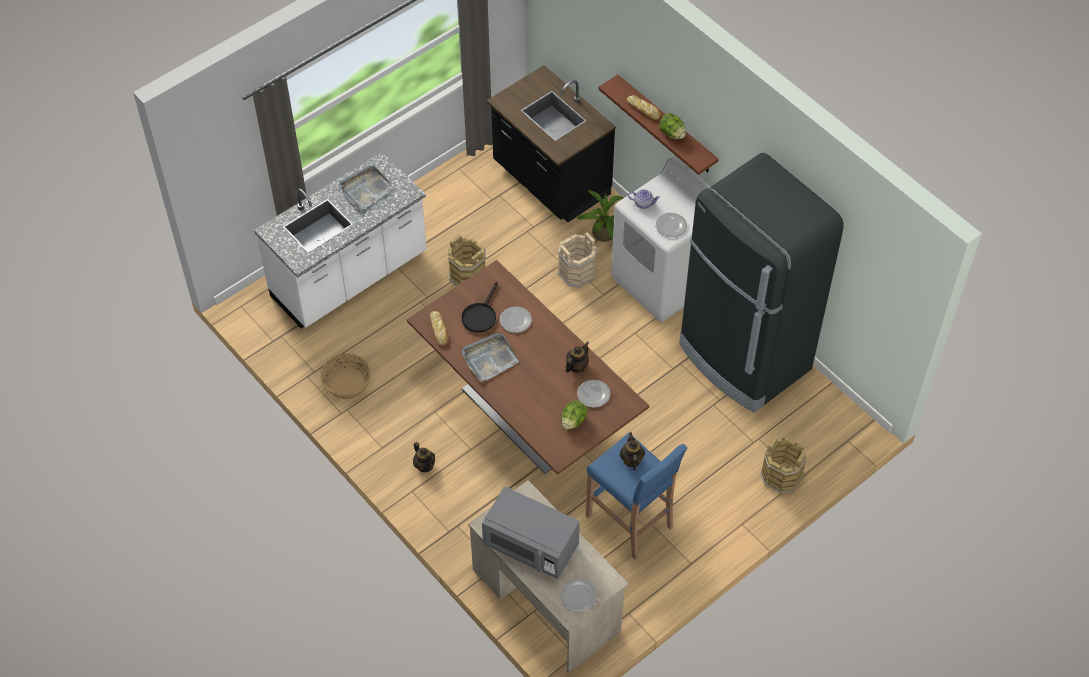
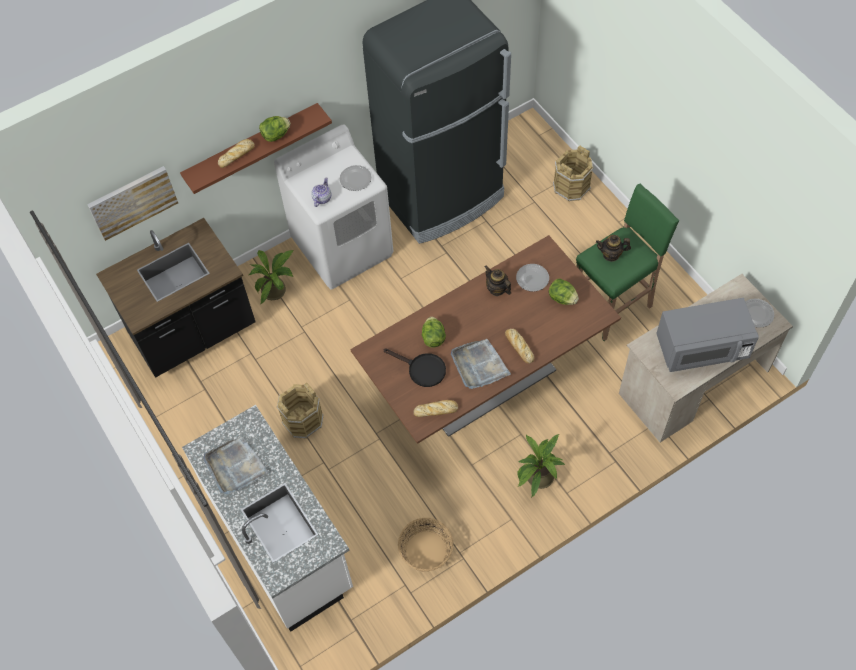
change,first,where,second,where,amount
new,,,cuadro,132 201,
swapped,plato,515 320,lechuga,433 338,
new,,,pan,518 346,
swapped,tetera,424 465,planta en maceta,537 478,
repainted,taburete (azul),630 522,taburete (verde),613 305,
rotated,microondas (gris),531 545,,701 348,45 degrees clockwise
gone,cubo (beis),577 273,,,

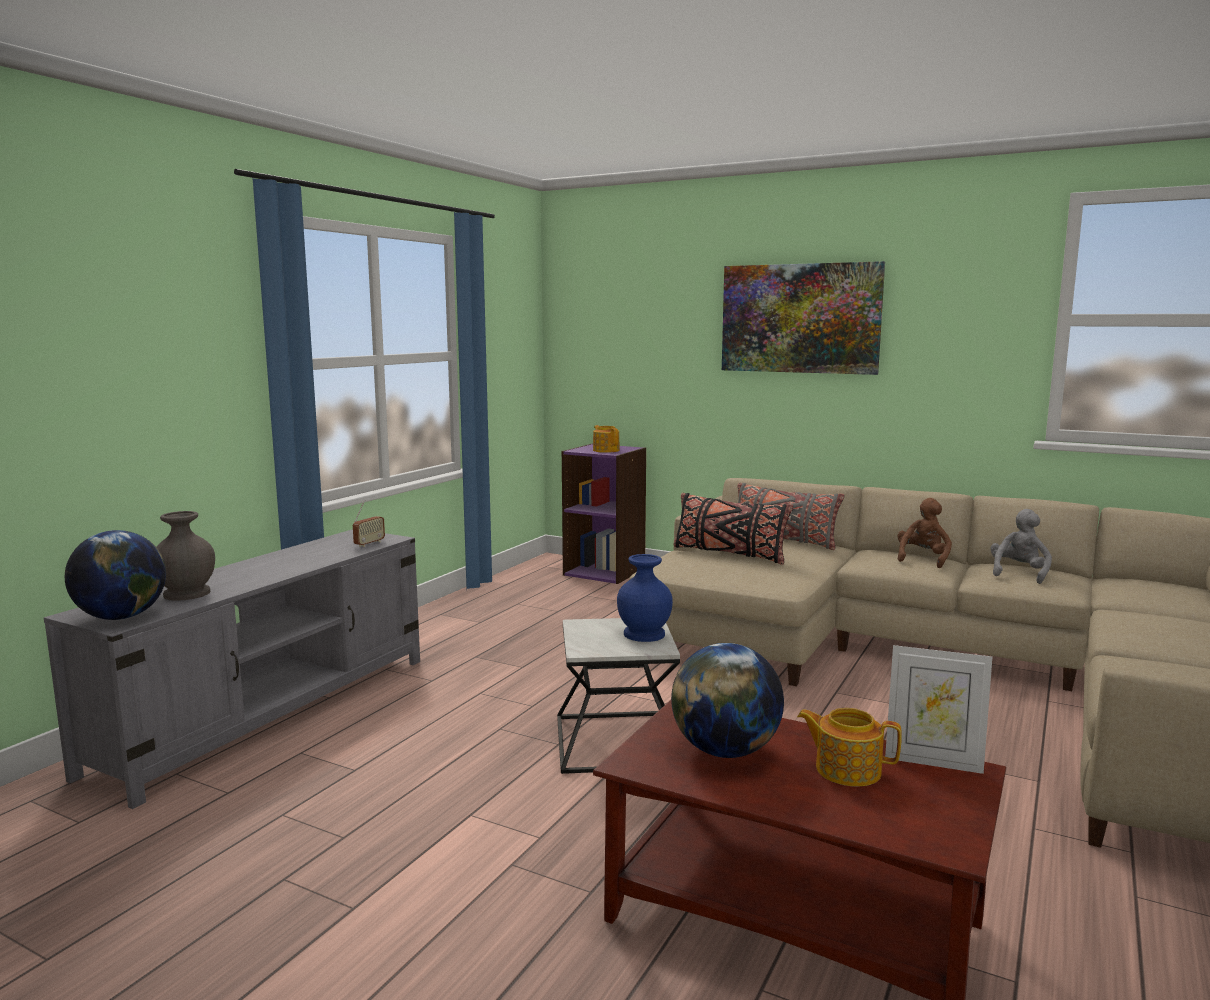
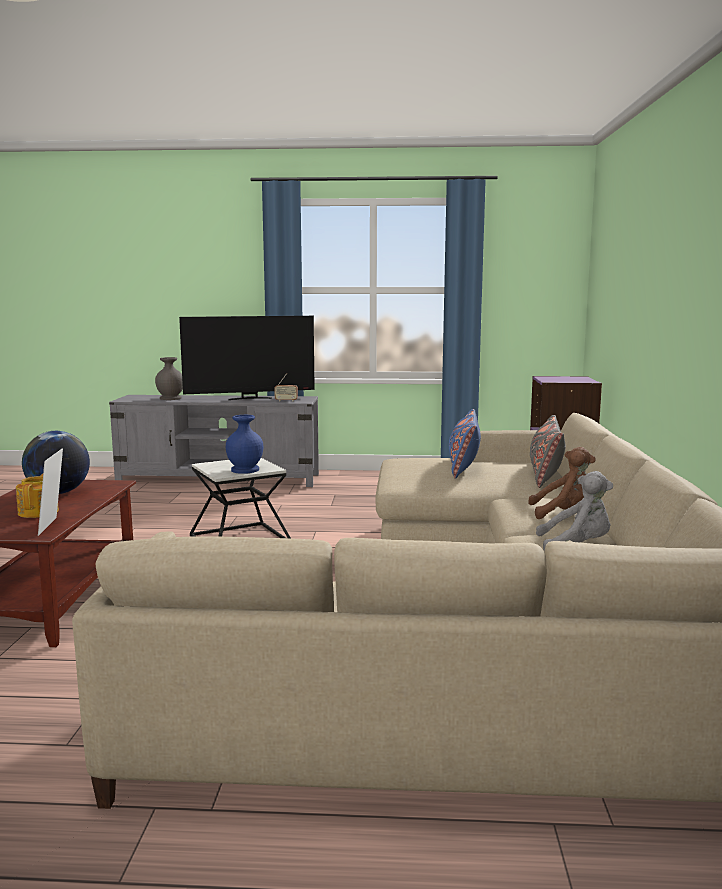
change,first,where,second,where,amount
new,,,televisor,250 398,
repainted,cojín (negro),729 554,cojín (azul),463 465,
gone,globo terráqueo,121 617,,,
gone,tetera,606 450,,,
gone,cuadro,800 318,,,

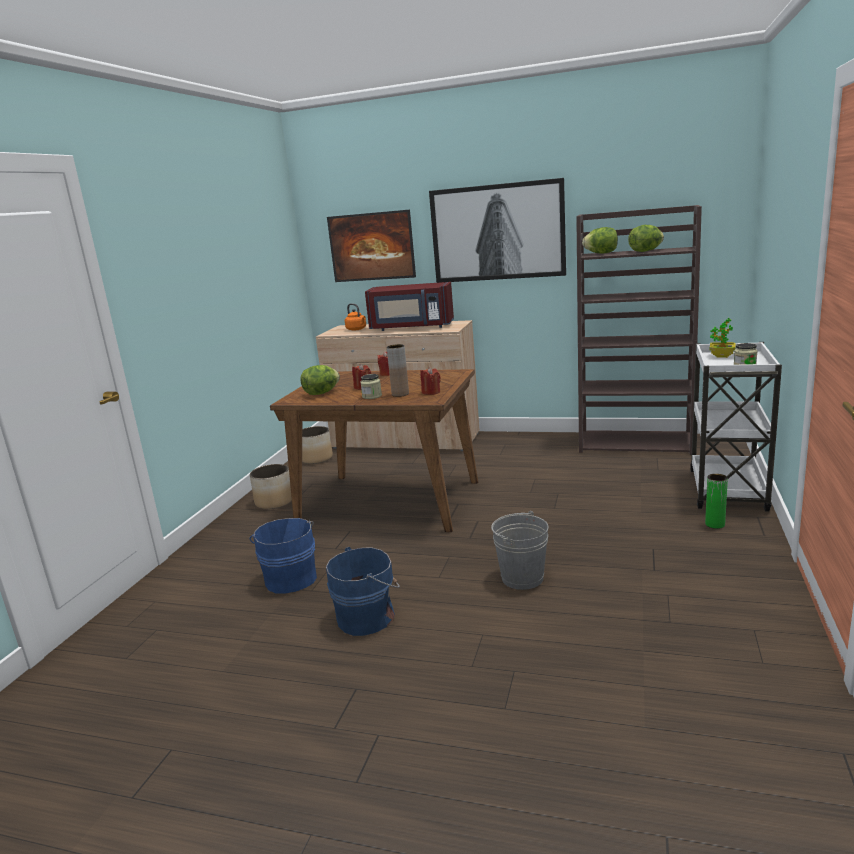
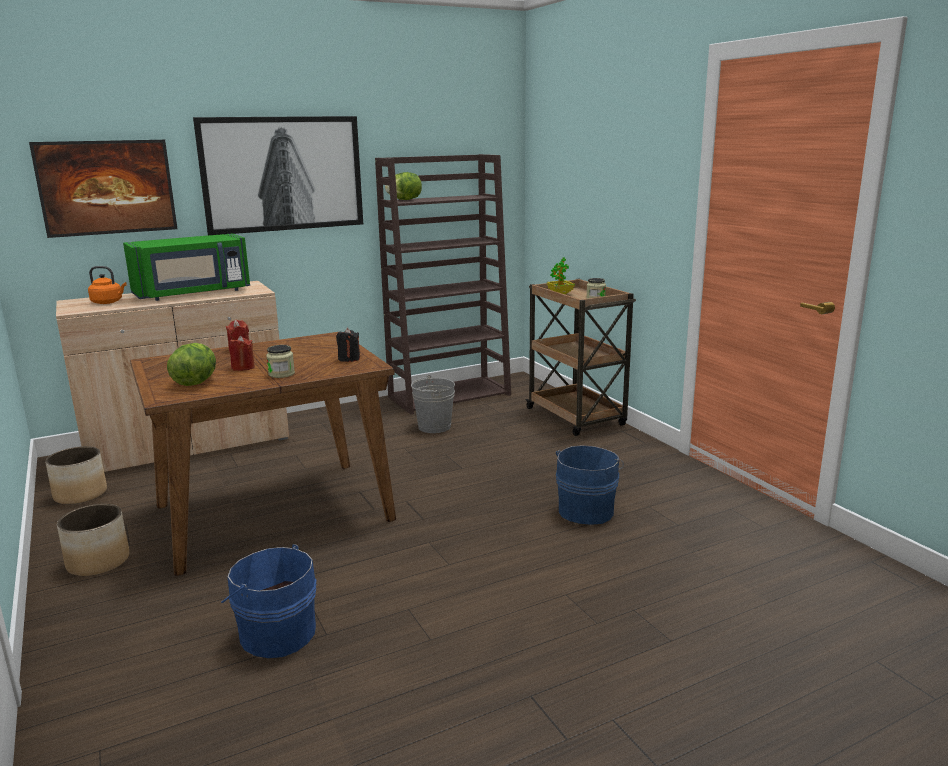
change,first,where,second,where,amount
repainted,microondas (rojo),411 327,microondas (verde),193 293,
repainted,vela (rojo),431 392,vela (negro),349 359,
shifted,cubo (gris),522 578,,434 427,
repainted,carrito (blanco),727 491,carrito (marrón),576 417,
shifted,cubo (azul),368 617,,587 509,
gone,florero (marrón),400 394,,,
gone,lechuga,645 251,,,
gone,florero (verde),715 524,,,

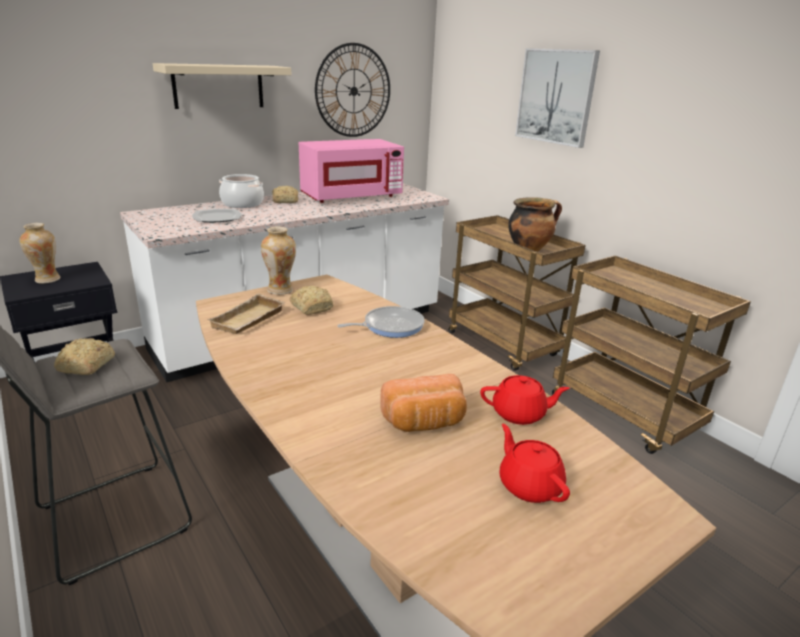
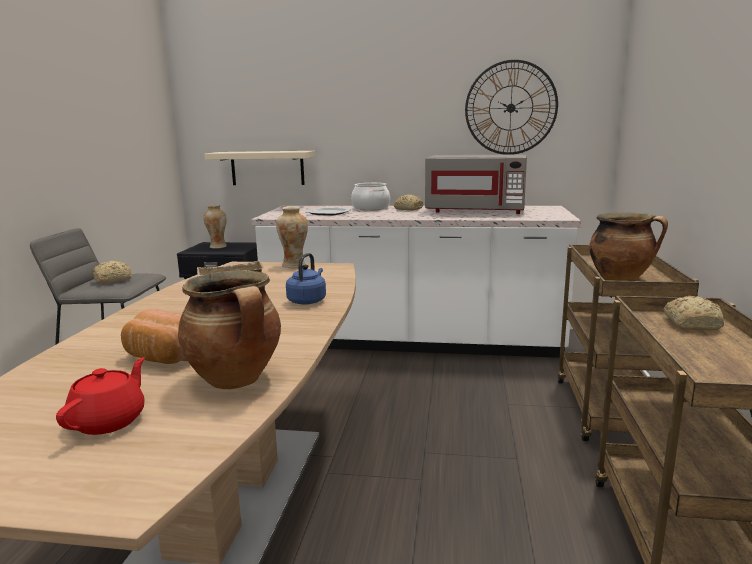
change,first,where,second,where,amount
swapped,tetera (rojo),519 414,olla,237 380,
shifted,estante (beis),218 86,,267 168,
swapped,sartén,390 326,hervidor (azul),307 301,
repainted,microondas (rosa),351 197,microondas (gris),476 211,
shifted,pan,312 307,,692 324,
gone,cuadro,556 96,,,

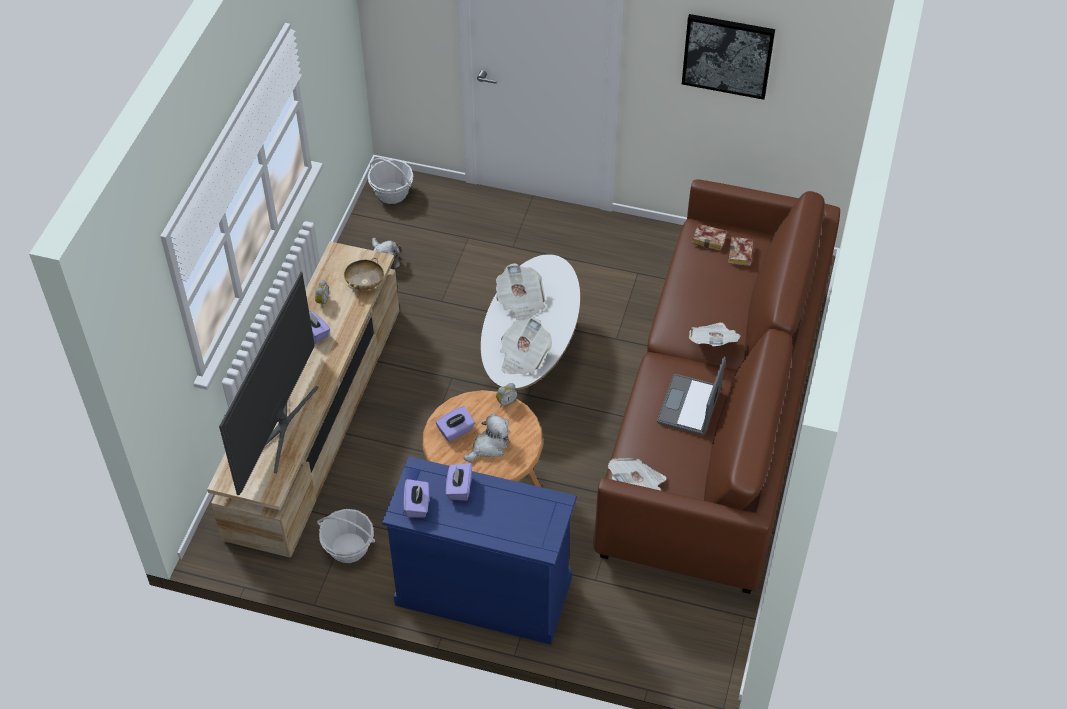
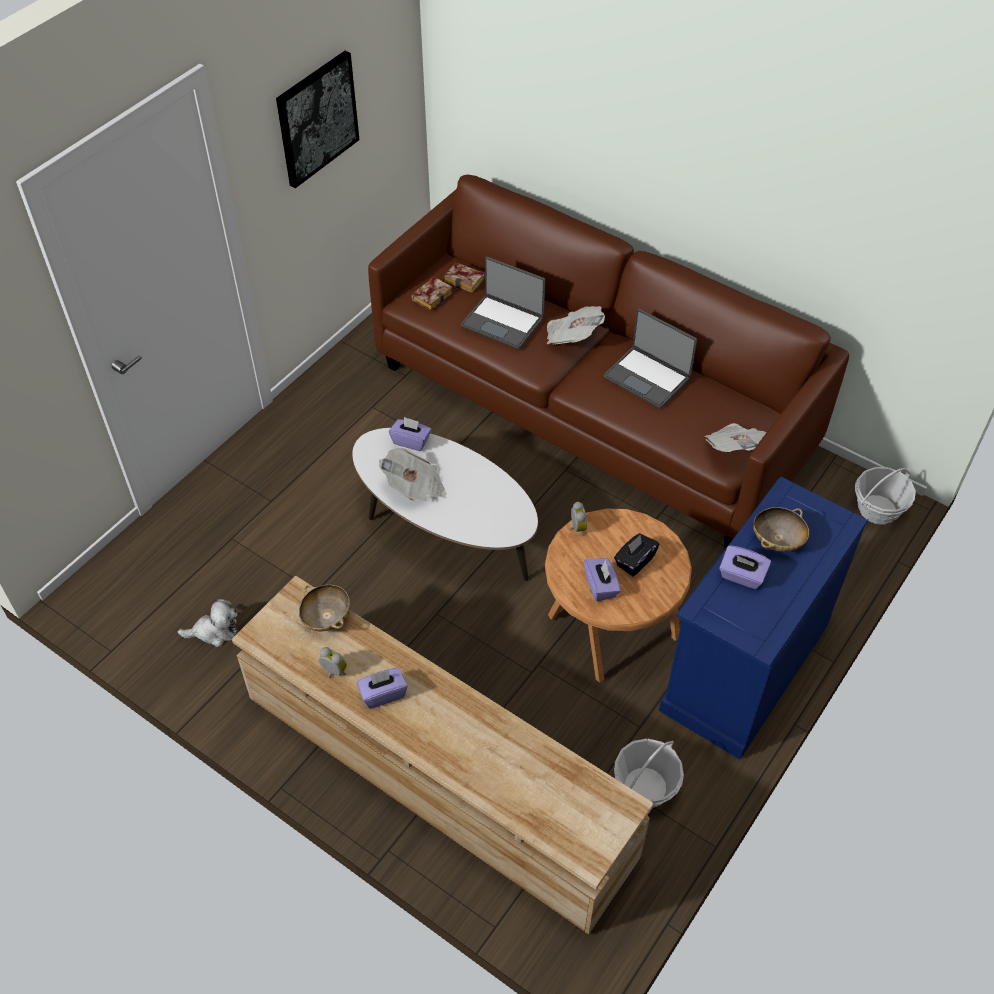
change,first,where,second,where,amount
shifted,caja de pañuelos (morado),417 505,,411 441,
new,,,portátil,503 322,
swapped,peluche,489 446,caja de pañuelos (negro),634 561,
new,,,cuenco (beis),777 540,
shifted,cesta,392 193,,877 509,
gone,televisor,280 424,,,
gone,periódico,523 357,,,

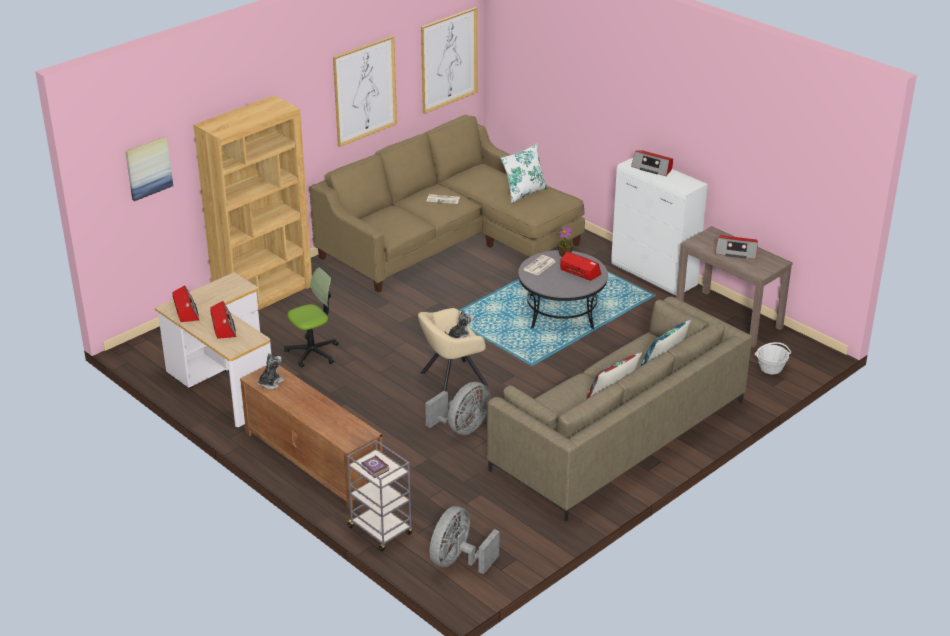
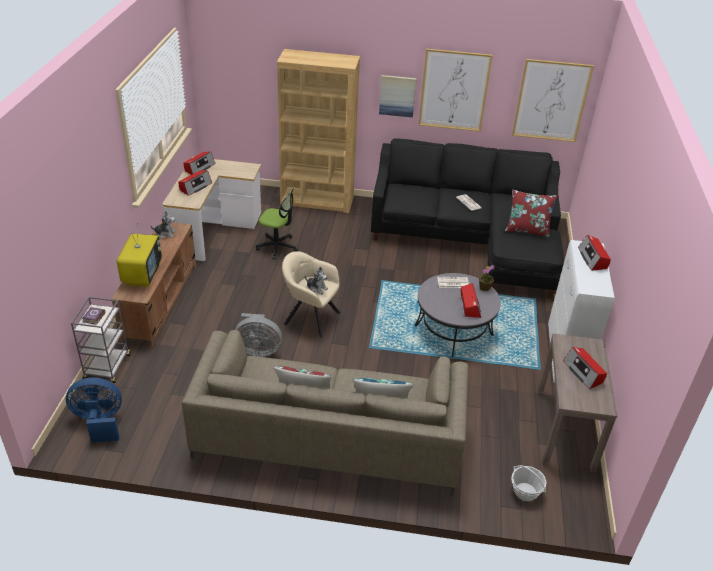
change,first,where,second,where,amount
repainted,ventilador (gris),458 561,ventilador (azul),99 422,
new,,,televisor,142 275,
repainted,sofá (beis),449 240,sofá (negro),472 239,
shifted,cuadro,148 168,,397 95,
repainted,cojín (blanco),523 192,cojín (rojo),527 230,

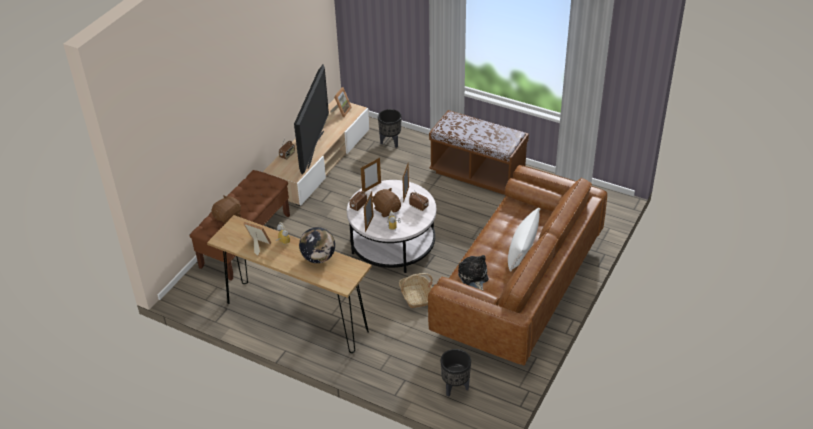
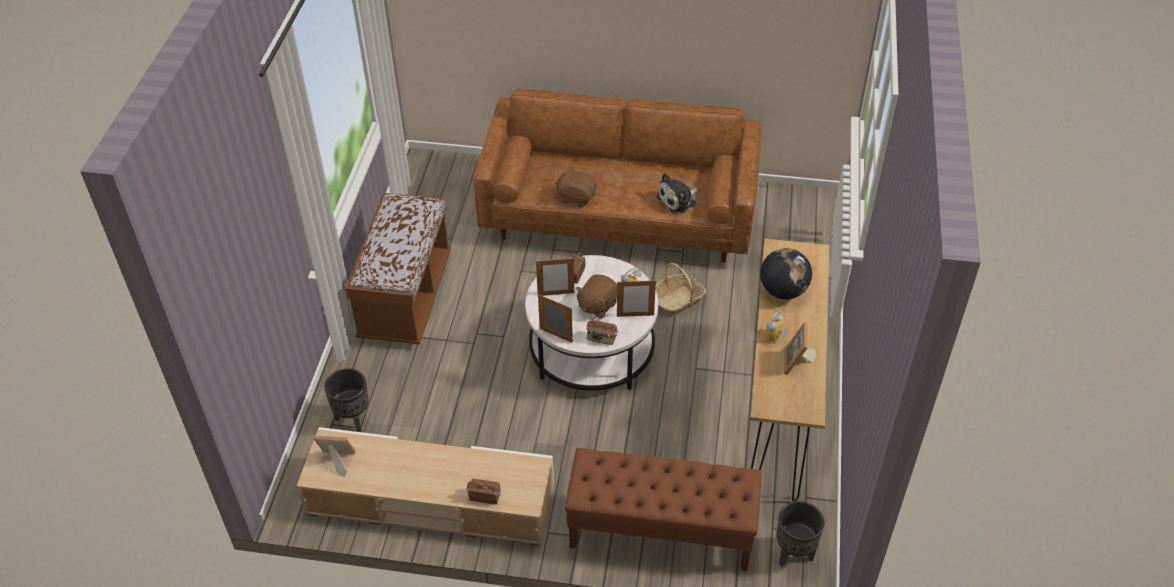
change,first,where,second,where,amount
shifted,peluche (marrón),228 217,,576 197,
shifted,maceta (negro),455 388,,794 554,
gone,televisor,315 149,,,
gone,cojín (blanco),522 249,,,

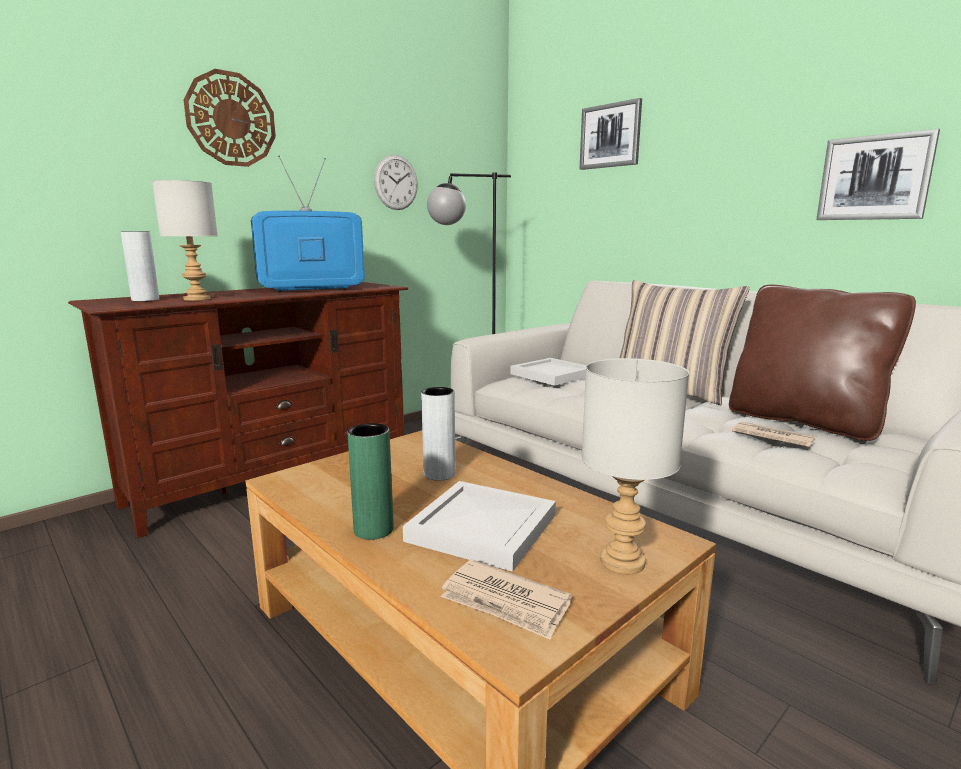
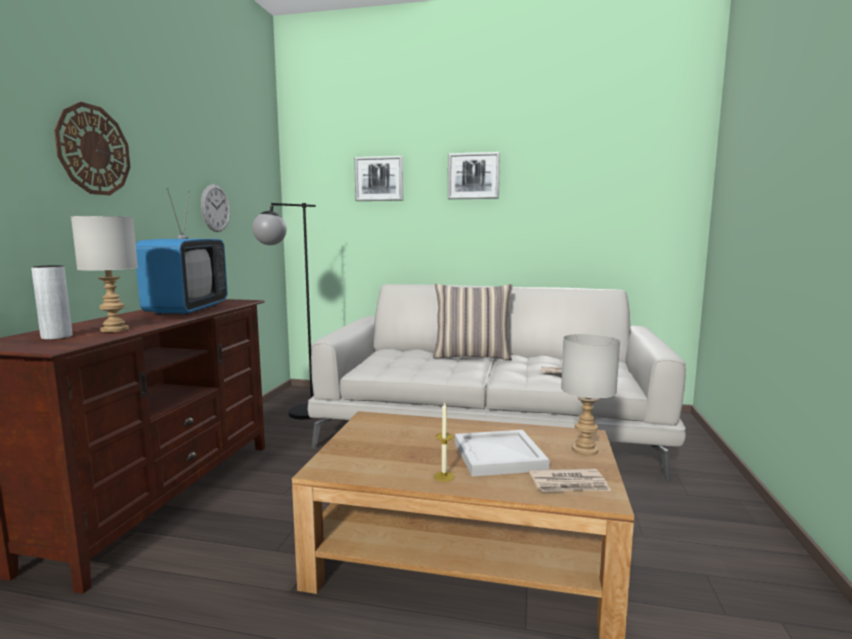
change,first,where,second,where,amount
rotated,televisor,311 289,,187 309,150 degrees clockwise
swapped,florero (verde),373 530,vela,444 476,
shifted,cuadro,874 178,,473 176,
gone,florero (gris),439 474,,,
gone,bandeja (blanco),553 374,,,
gone,cojín (marrón),803 421,,,

